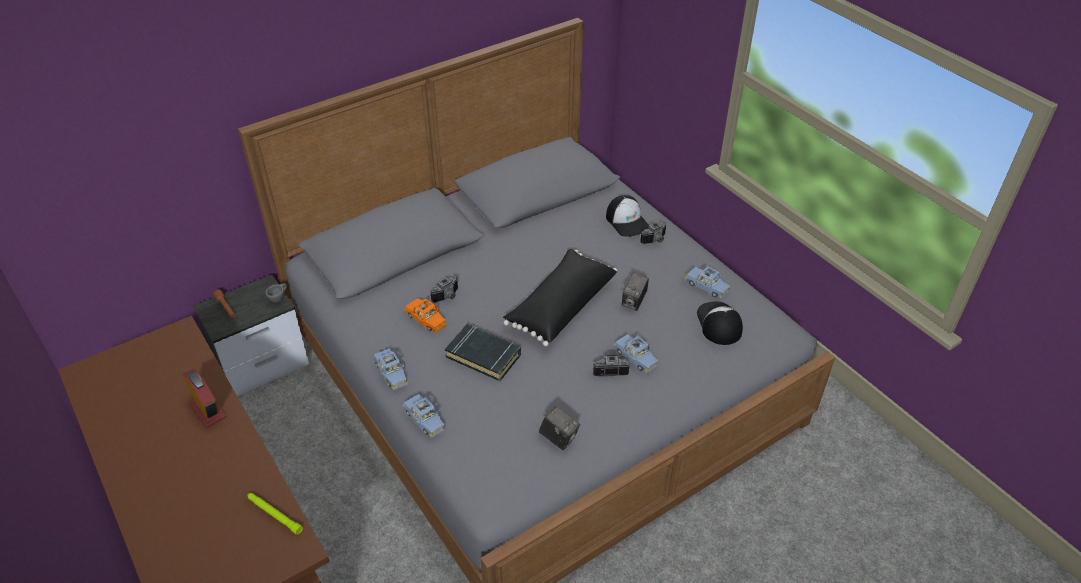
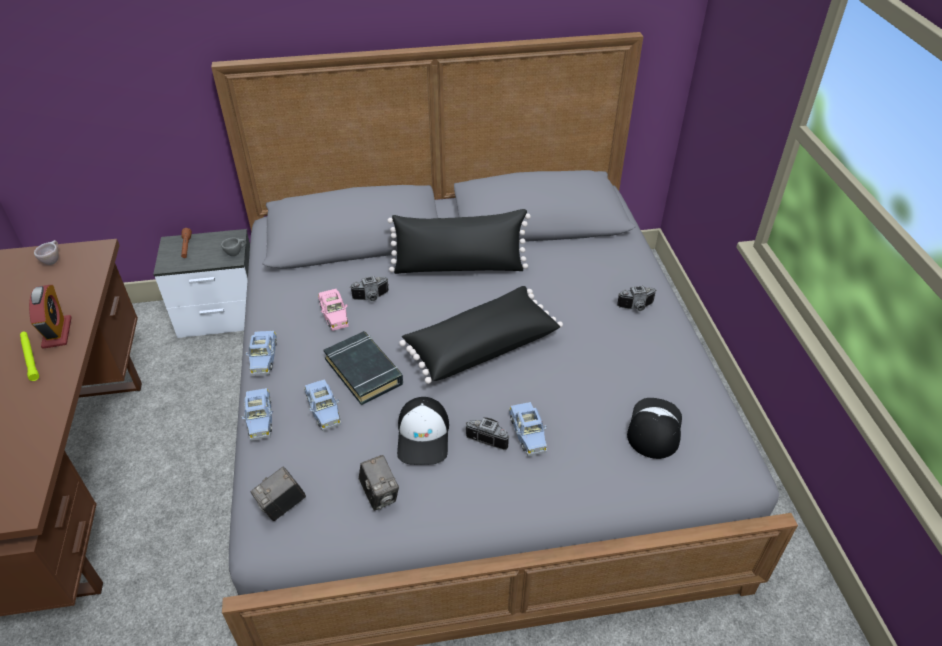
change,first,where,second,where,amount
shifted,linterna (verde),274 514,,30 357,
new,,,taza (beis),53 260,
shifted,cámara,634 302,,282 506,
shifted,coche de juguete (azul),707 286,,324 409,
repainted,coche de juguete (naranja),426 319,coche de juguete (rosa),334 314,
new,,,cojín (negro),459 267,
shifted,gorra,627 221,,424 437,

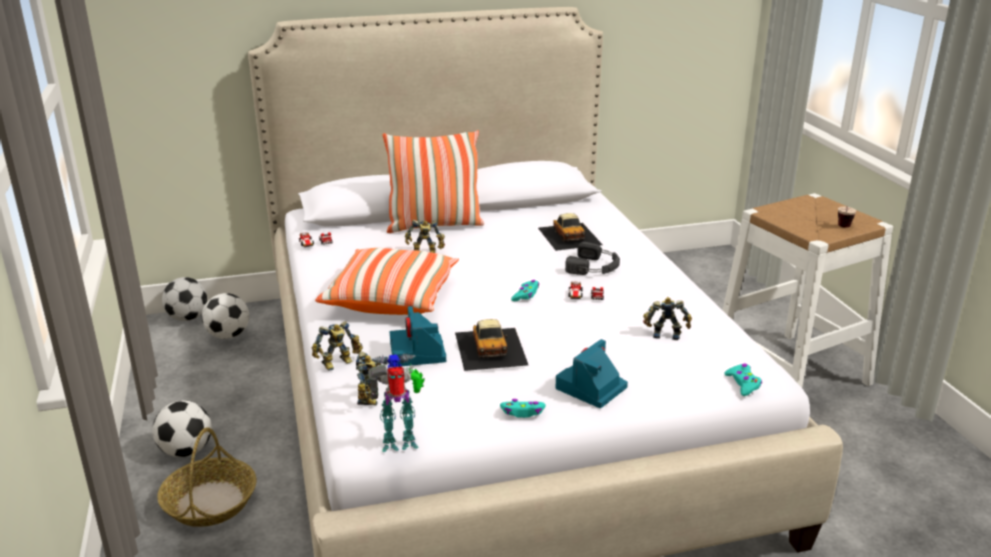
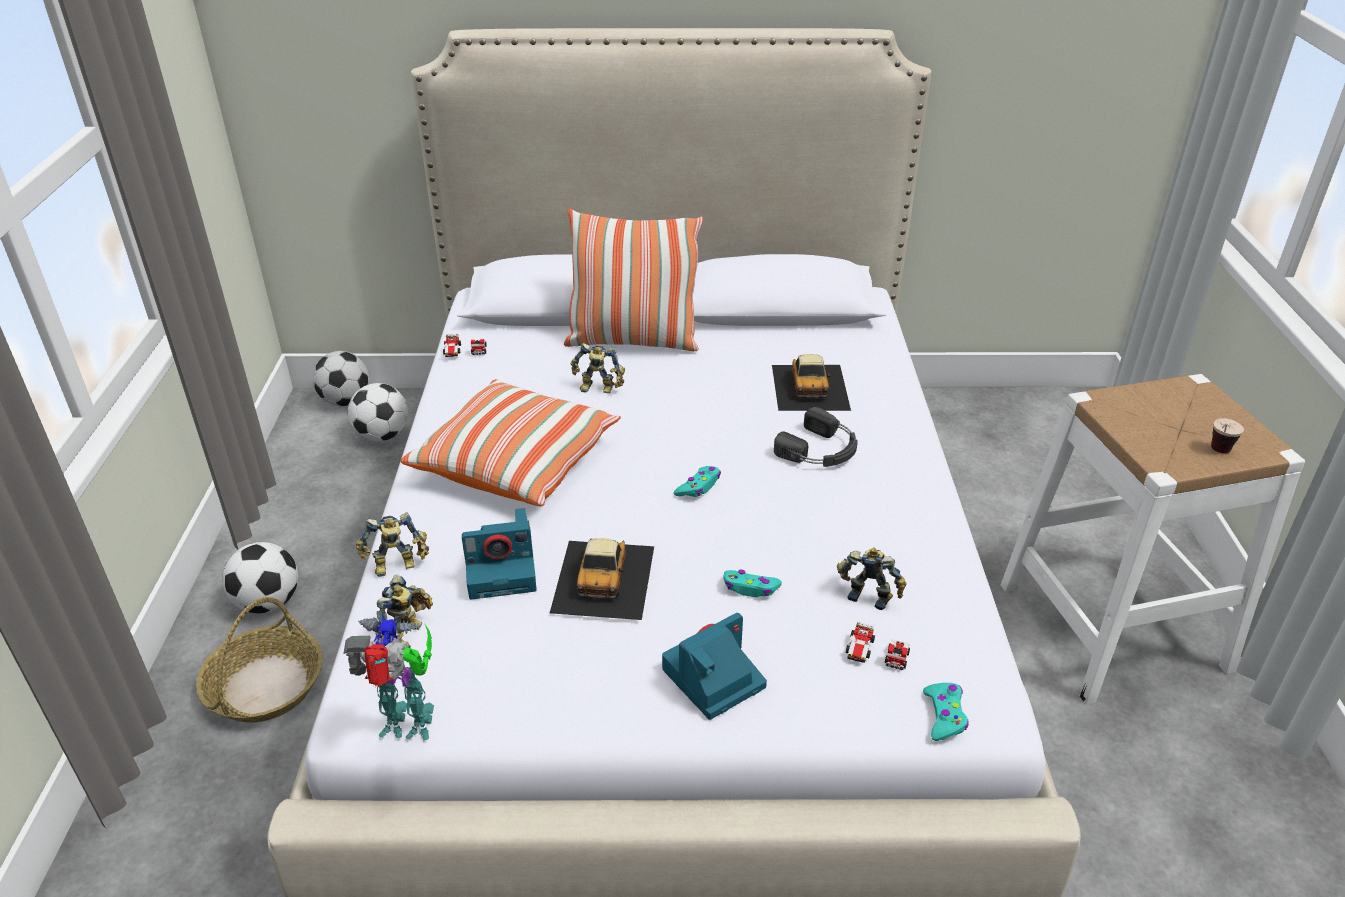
change,first,where,second,where,amount
rotated,cámara,418 353,,503 570,105 degrees counterclockwise
shifted,mando de consola (turquesa),523 412,,750 588,
shifted,coche de juguete,585 296,,877 654,

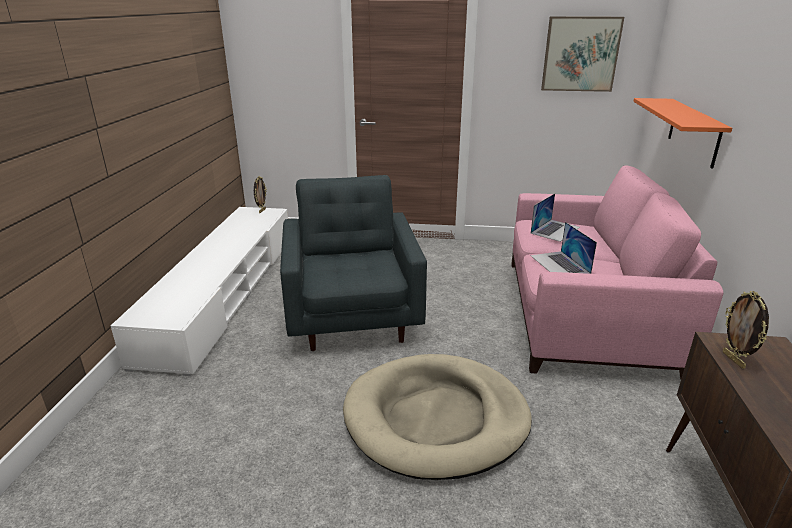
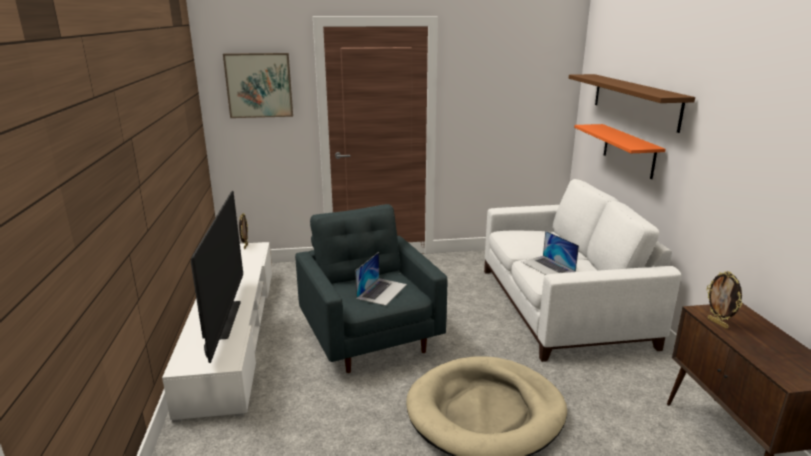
change,first,where,second,where,amount
new,,,televisor,227 320,
shifted,cuadro,580 54,,259 85,
shifted,portátil,555 230,,382 291,
repainted,sofá (rosa),583 313,sofá (blanco),560 306,
new,,,estante (marrón),634 100,

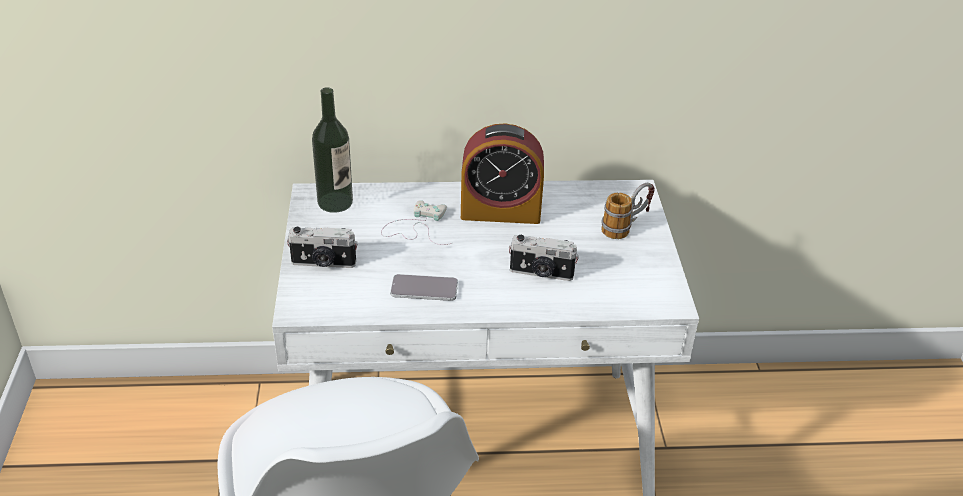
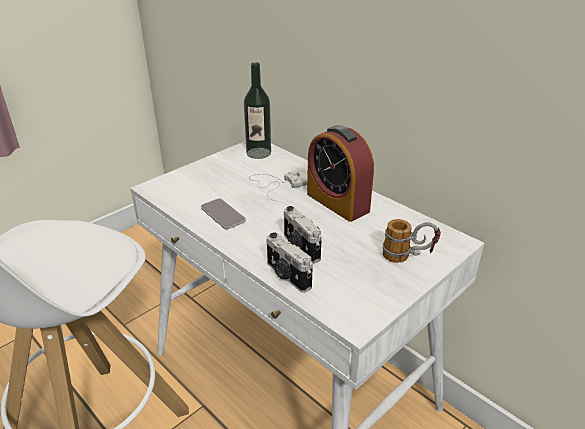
change,first,where,second,where,amount
shifted,cámara,323 263,,287 276,

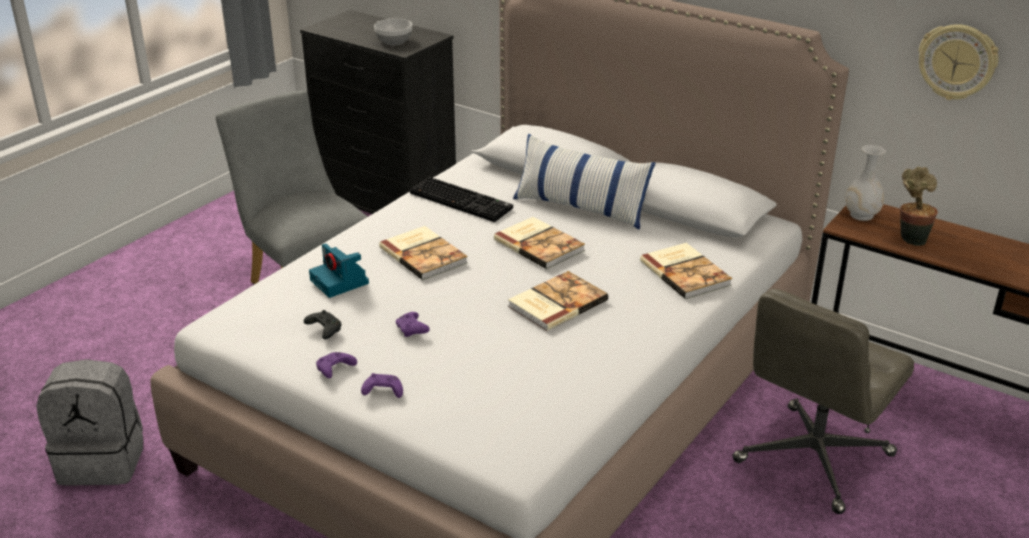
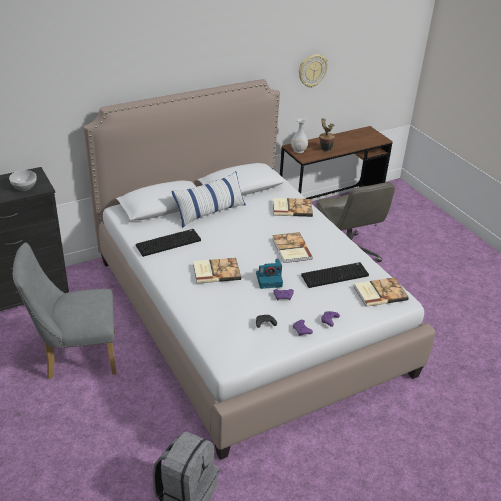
change,first,where,second,where,amount
shifted,cámara,340 282,,269 279,
new,,,teclado,335 275,
shifted,libro,539 244,,379 293,

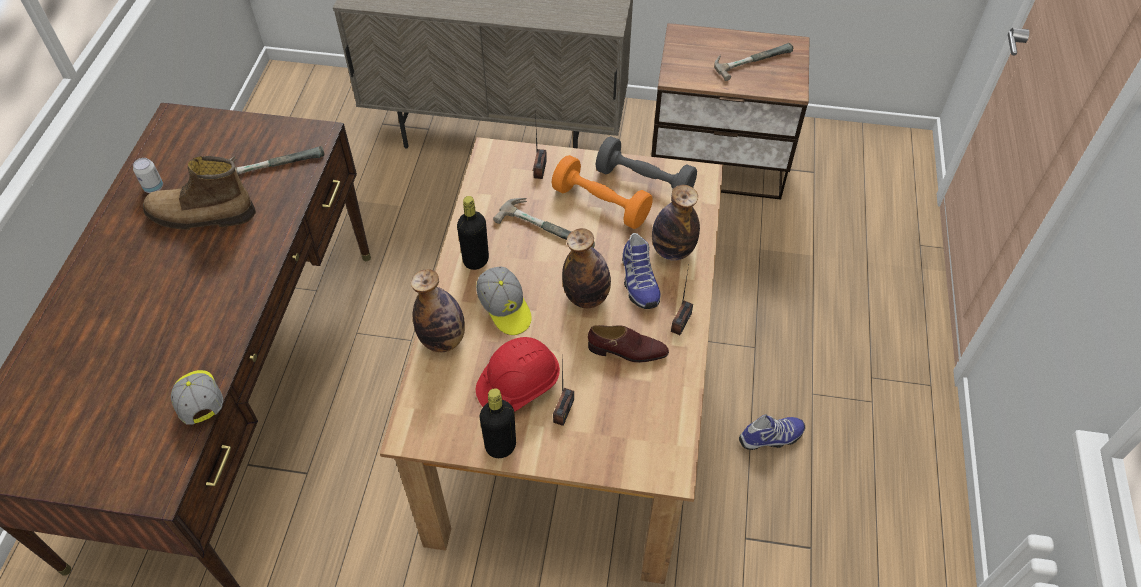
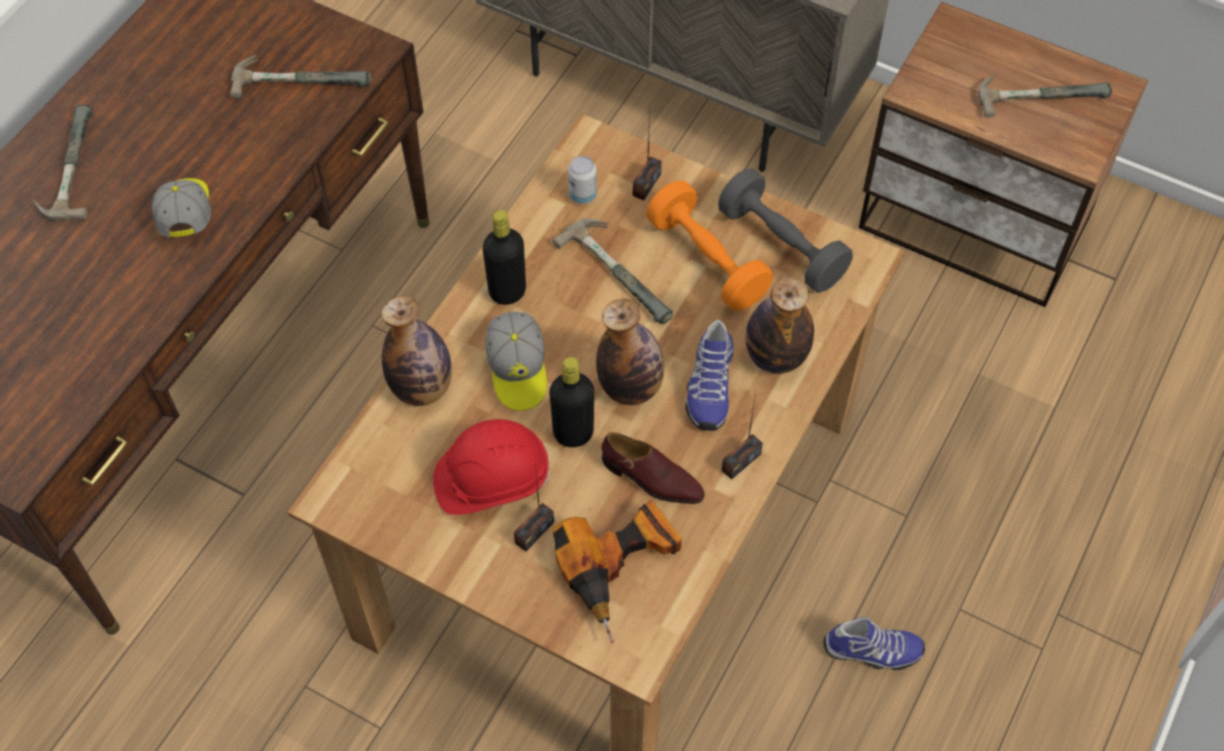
change,first,where,second,where,amount
new,,,martillo,65 167,
shifted,gorra,200 401,,186 214,
shifted,botella (negro),500 446,,573 433,
new,,,taladro,622 568,
shifted,lata,154 187,,582 195,
gone,bota,201 216,,,

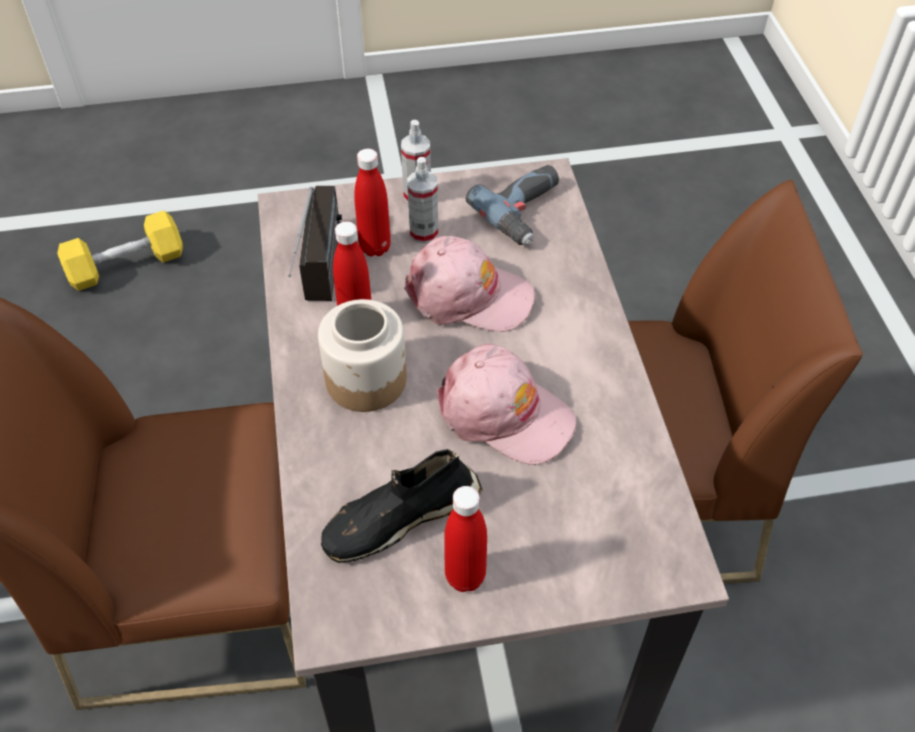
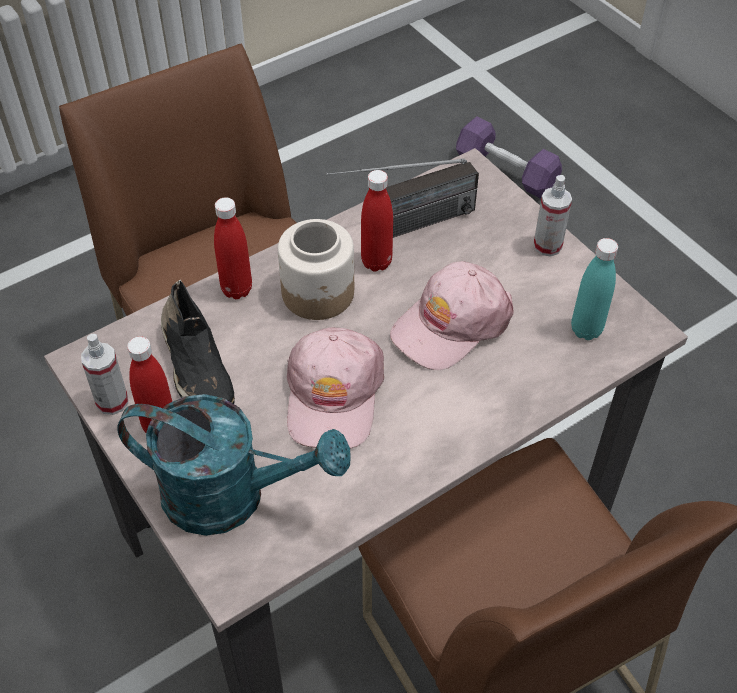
change,first,where,second,where,amount
shifted,pulverizador,424 233,,112 401,
new,,,regadera (turquesa),232 496,
rotated,zapato (negro),400 517,,196 365,150 degrees counterclockwise
shifted,botella (rojo),375 247,,237 289,
rotated,gorra (rosa),468 295,,451 324,60 degrees clockwise
repainted,mancuerna (amarillo),126 265,mancuerna (morado),506 172,
swapped,taladro,527 212,botella (turquesa),586 330,

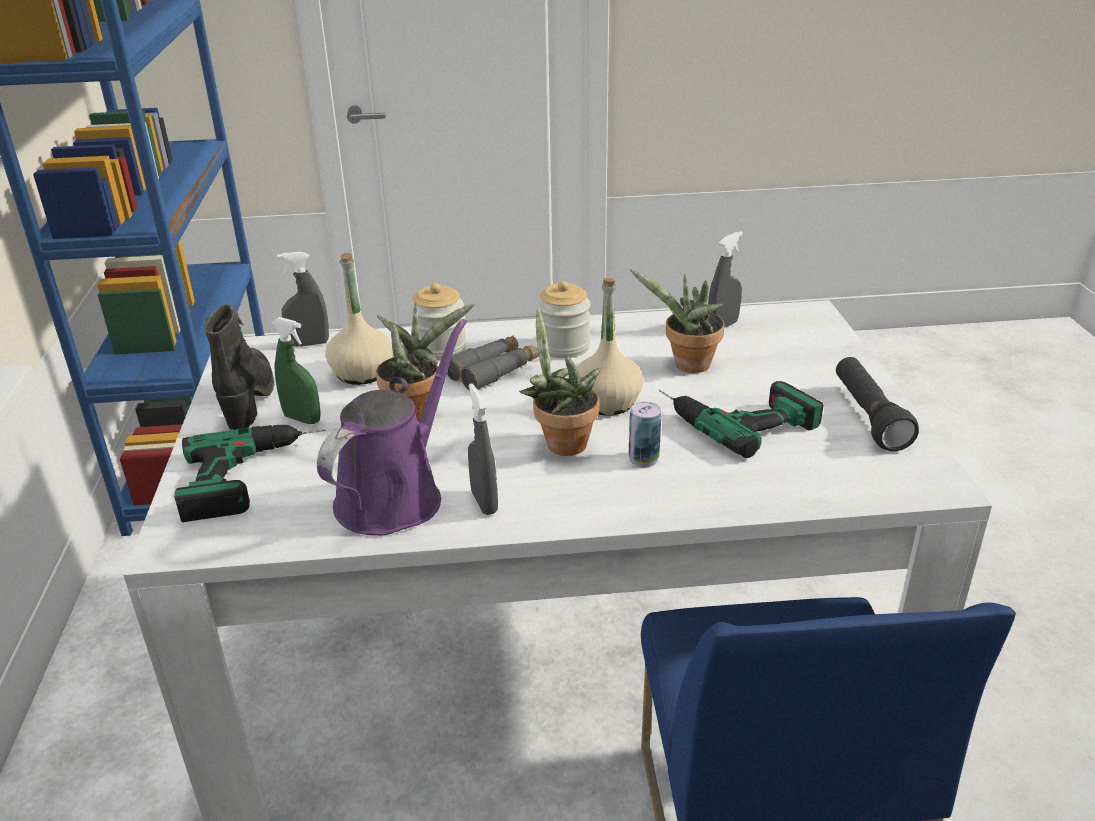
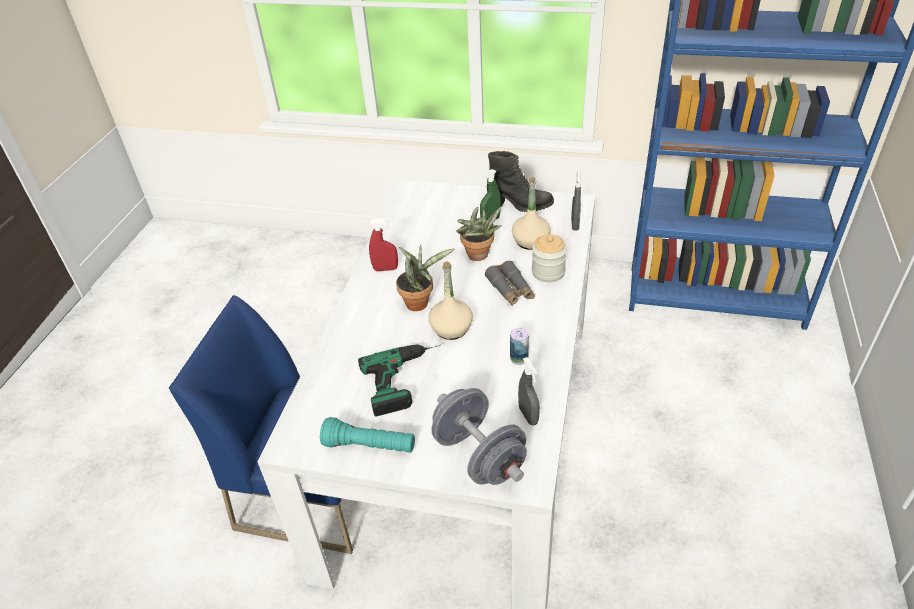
change,first,where,second,where,amount
repainted,linterna (negro),868 417,linterna (turquesa),370 446,
repainted,pulverizador (gris),484 502,pulverizador (rojo),385 269,
new,,,mancuerna (gris),479 456,
shifted,lata,643 459,,519 359,
gone,taladro,256 475,,,
gone,regadera (morado),395 495,,,
gone,tarro,564 347,,,
gone,planta en maceta,687 366,,,

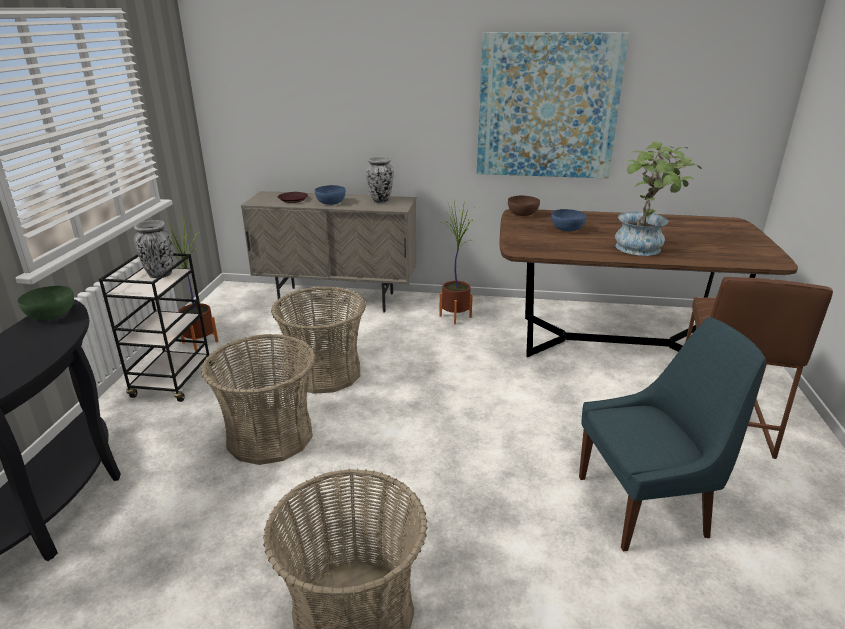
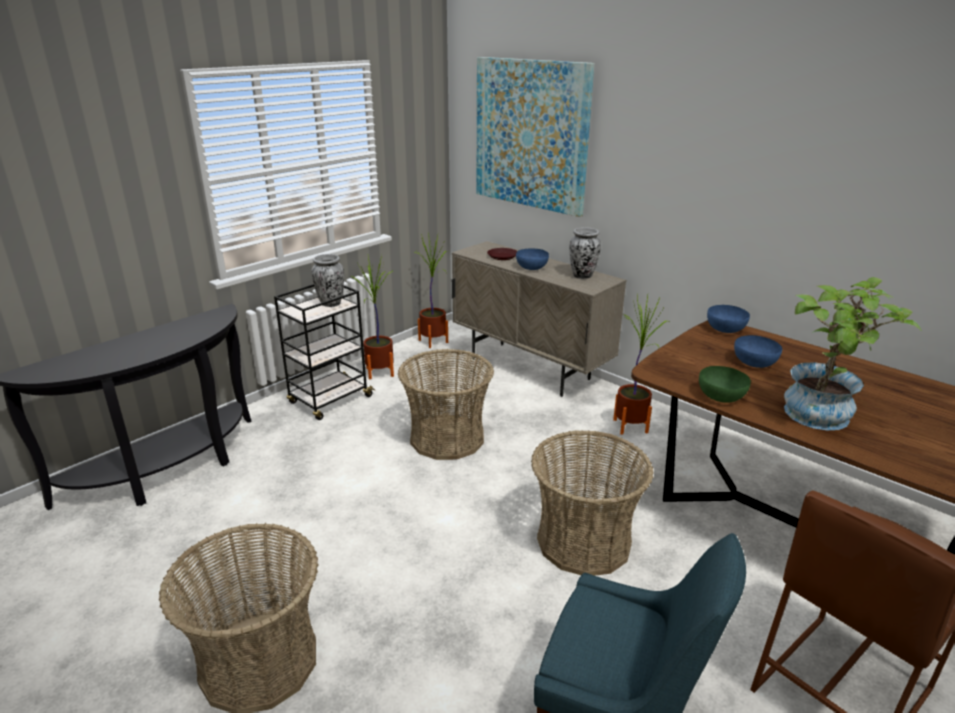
change,first,where,second,where,amount
new,,,planta en maceta,433 341,
shifted,cuadro,547 107,,531 135,
shifted,cesta,270 435,,584 541,
shifted,cuenco (verde),50 315,,720 396,
repainted,cuenco (marrón),523 214,cuenco (azul),726 329,

